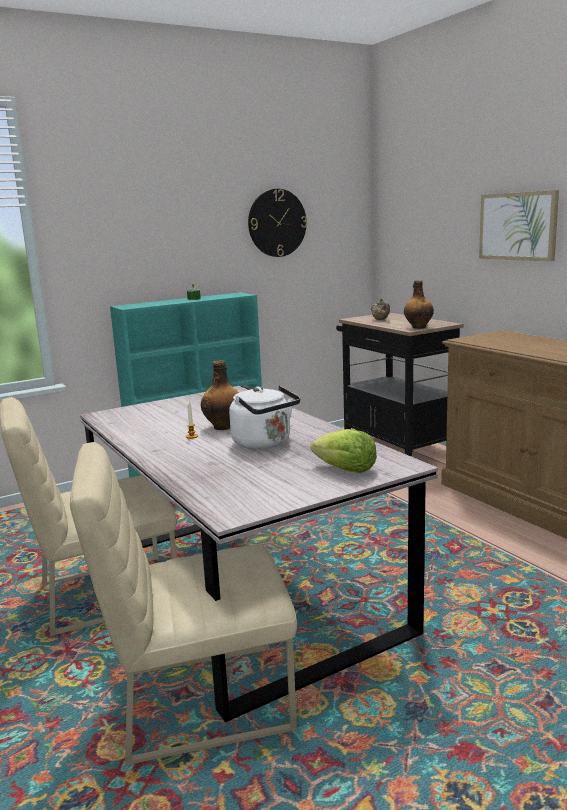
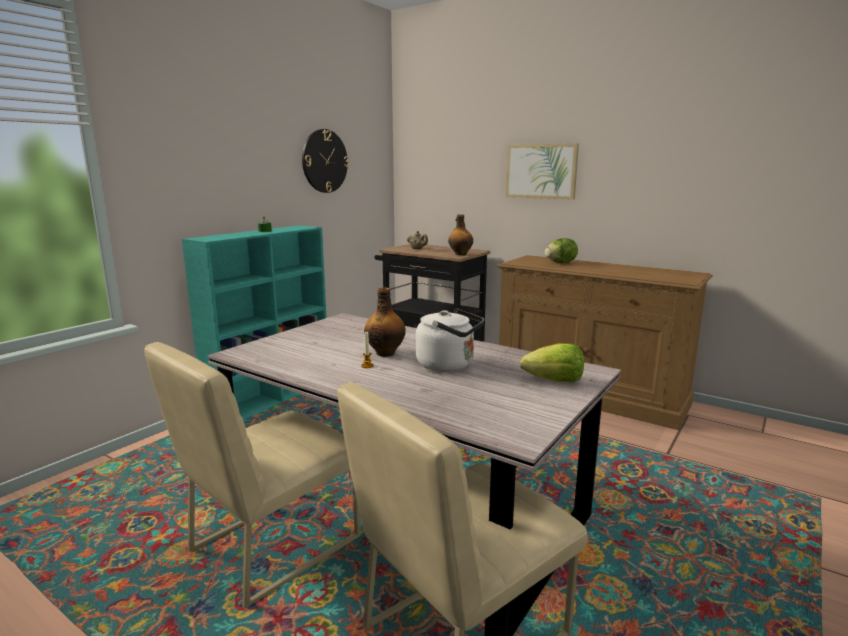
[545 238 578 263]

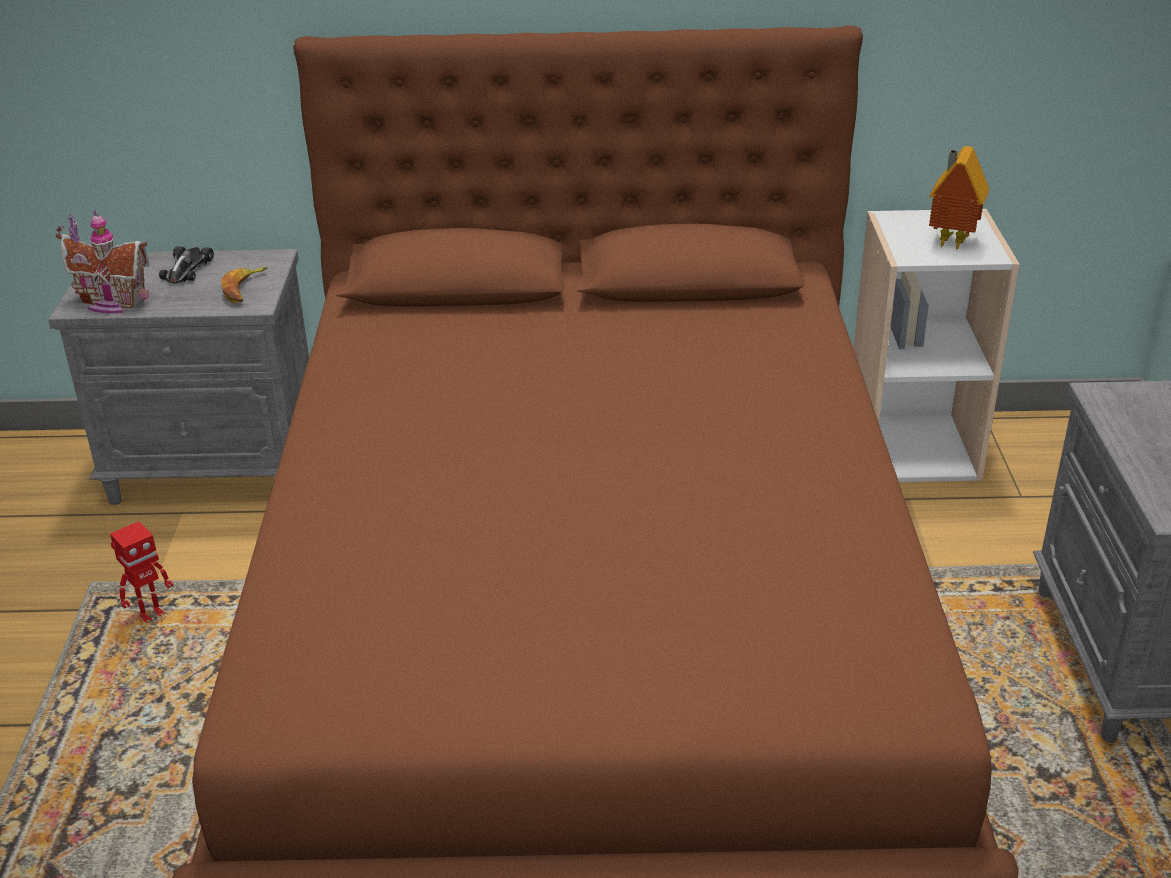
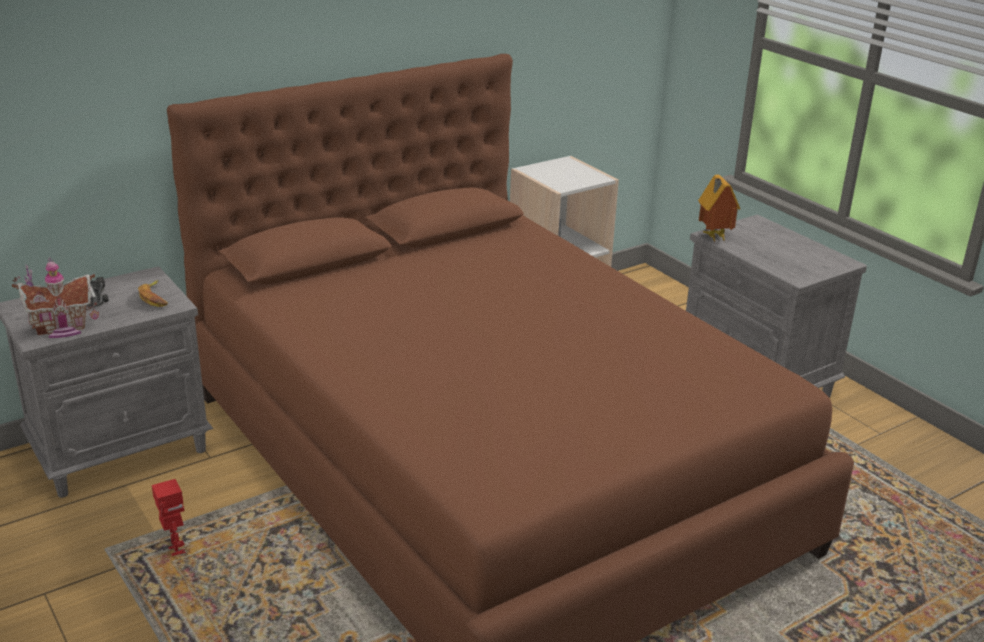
[152 479 186 556]
[698 174 740 241]

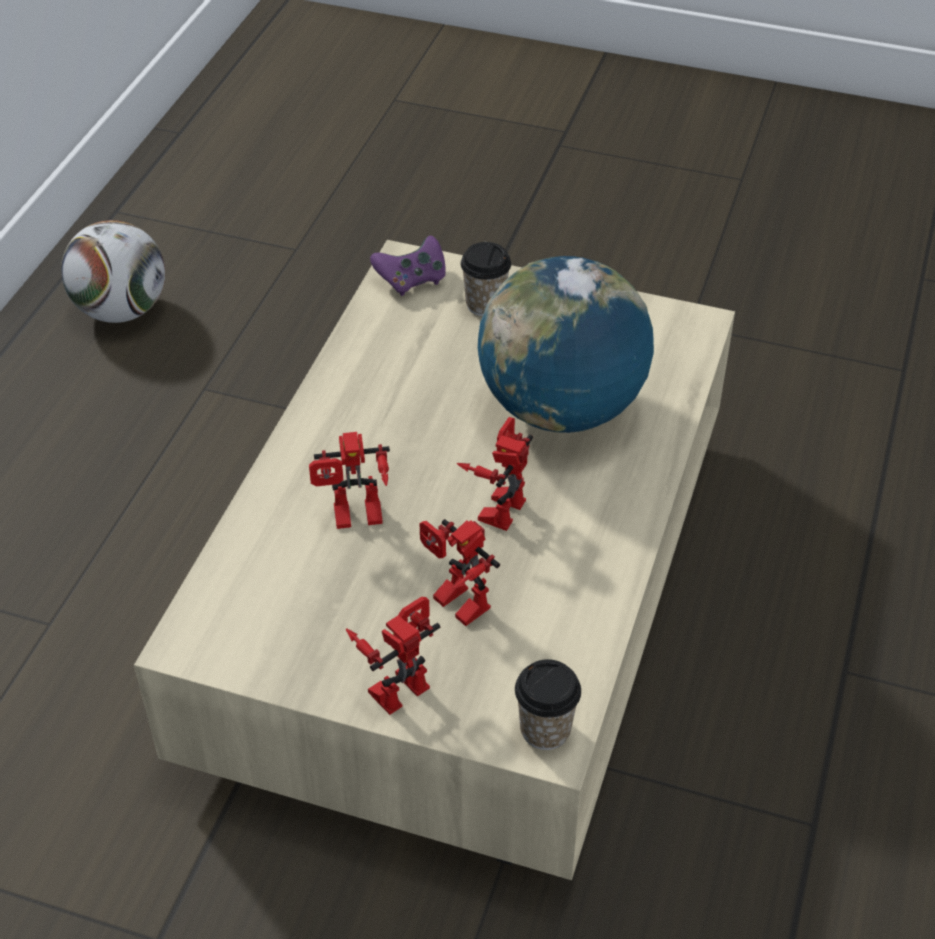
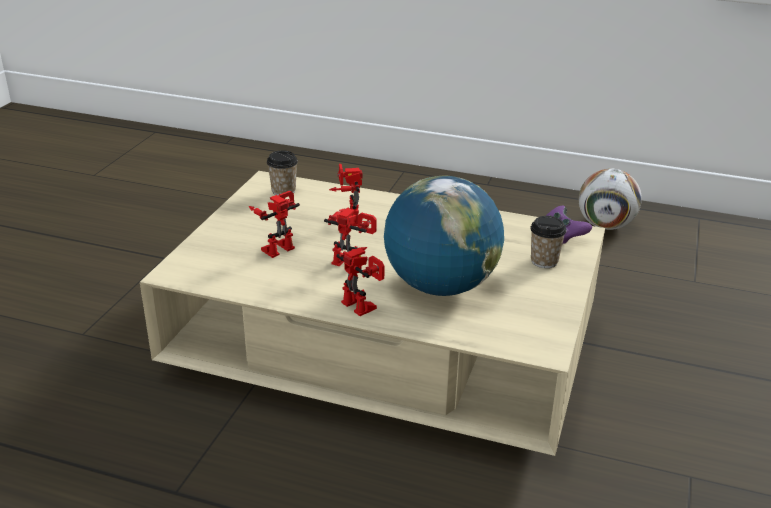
[267 150 298 195]
[336 247 385 316]

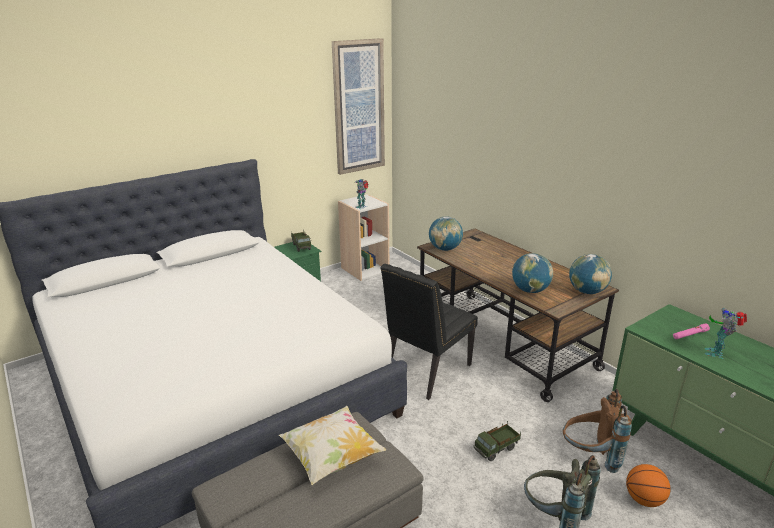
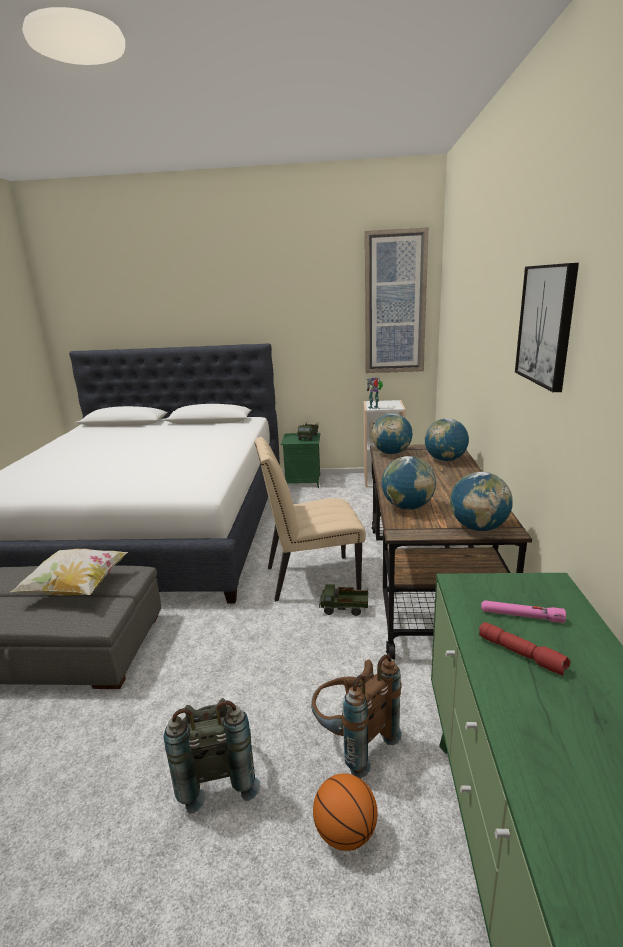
[255 437 366 602]
[319 584 368 616]
[424 418 469 462]
[479 622 570 676]
[515 263 579 392]

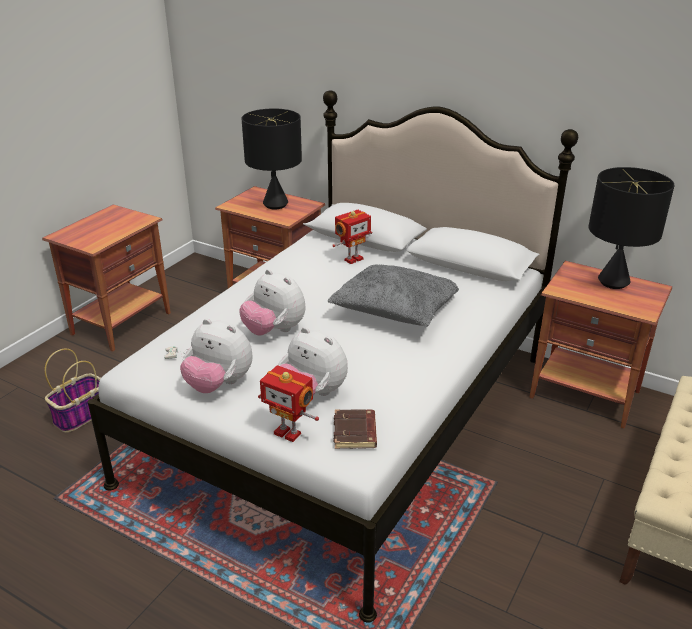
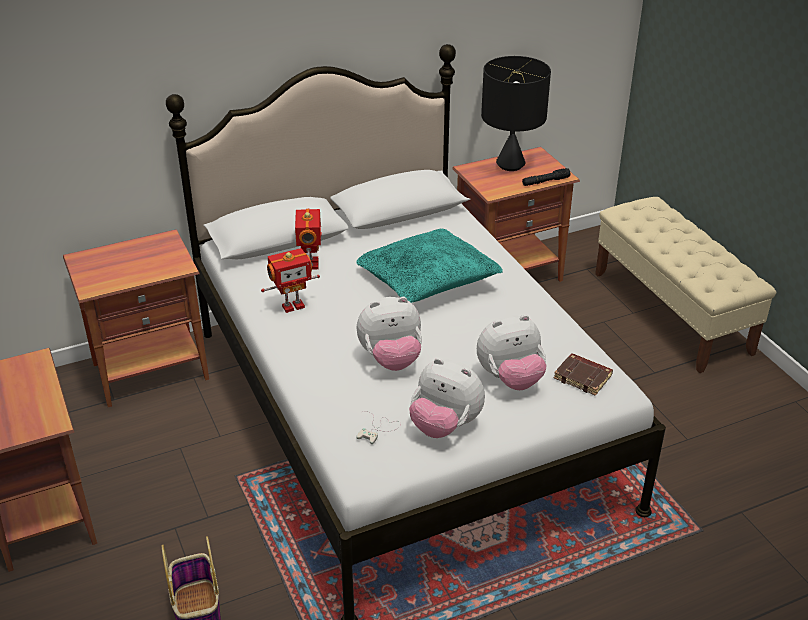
[261 248 320 313]
[356 228 503 303]
[409 358 485 438]
[522 168 570 186]
[242 108 302 210] (first image)

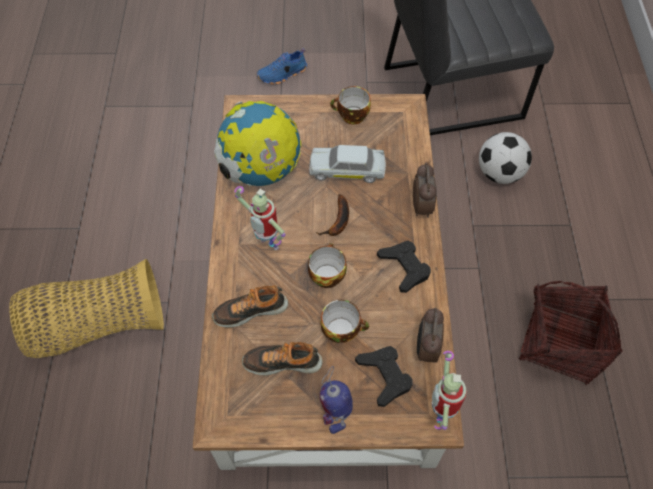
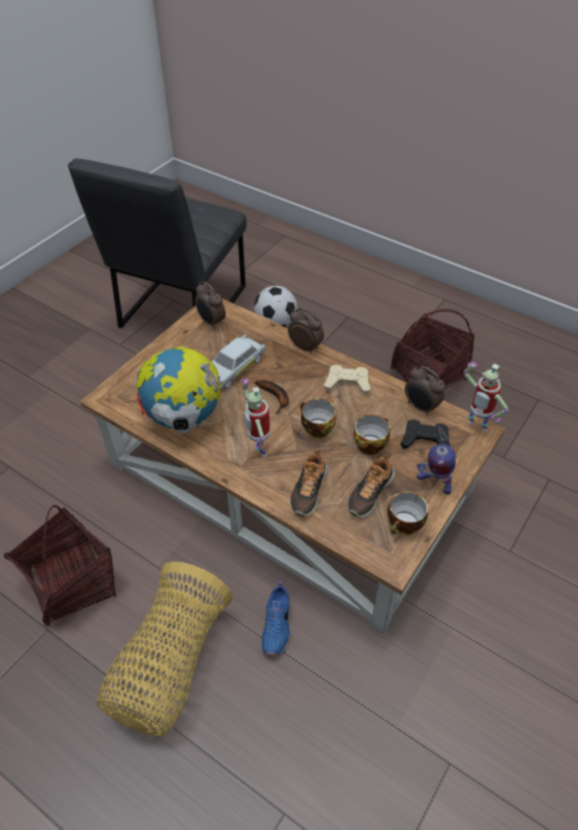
[4 505 116 626]
[195 282 226 329]
[240 379 270 458]
[261 580 290 656]
[324 365 371 395]
[387 491 428 535]

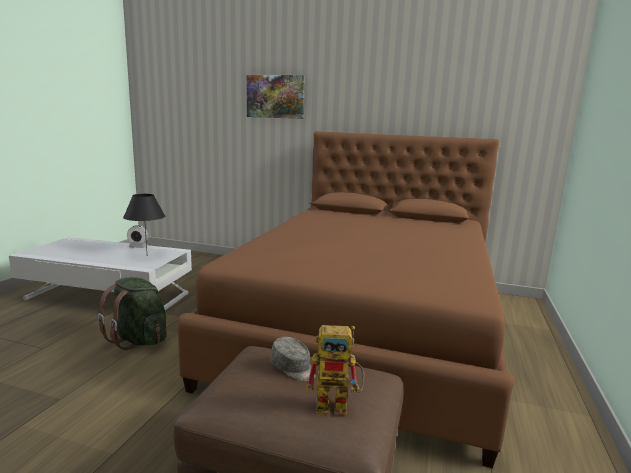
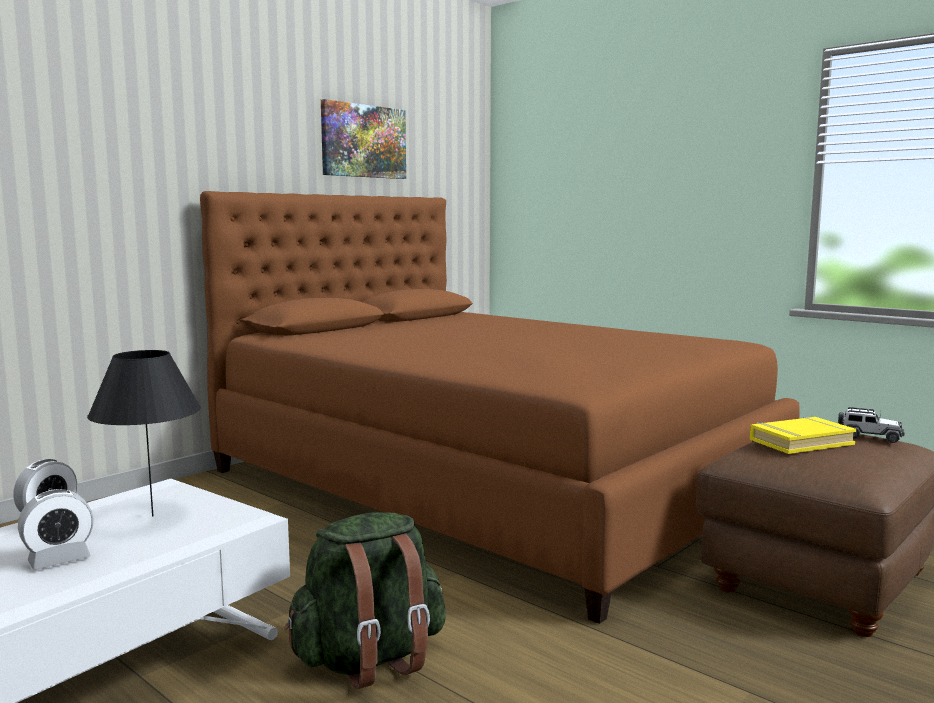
[18 489 94 570]
[321 99 406 179]
[750 417 856 454]
[838 407 905 443]

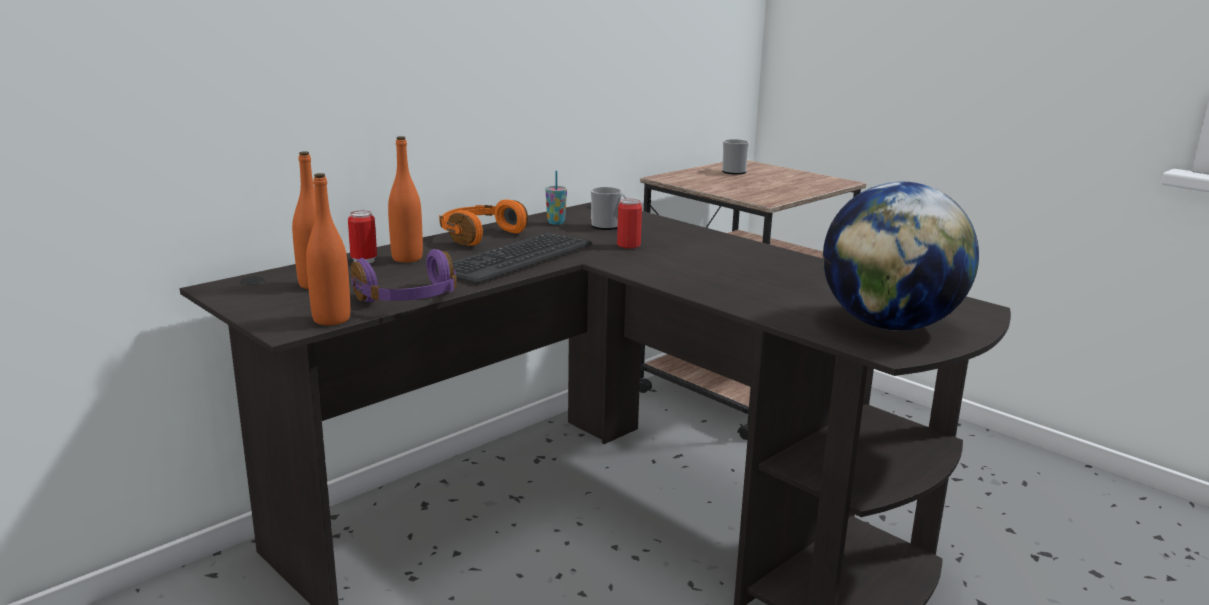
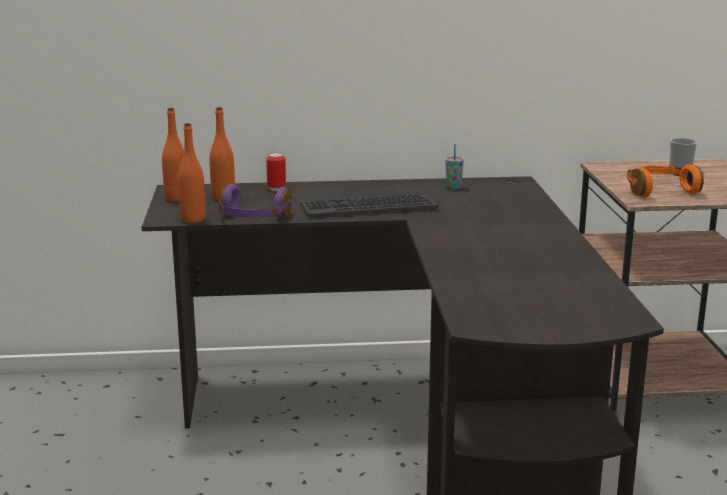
[162 108 184 202]
[627 164 704 197]
[591 187 628 230] (first image)
[617 198 642 249] (first image)
[823 182 979 331] (first image)

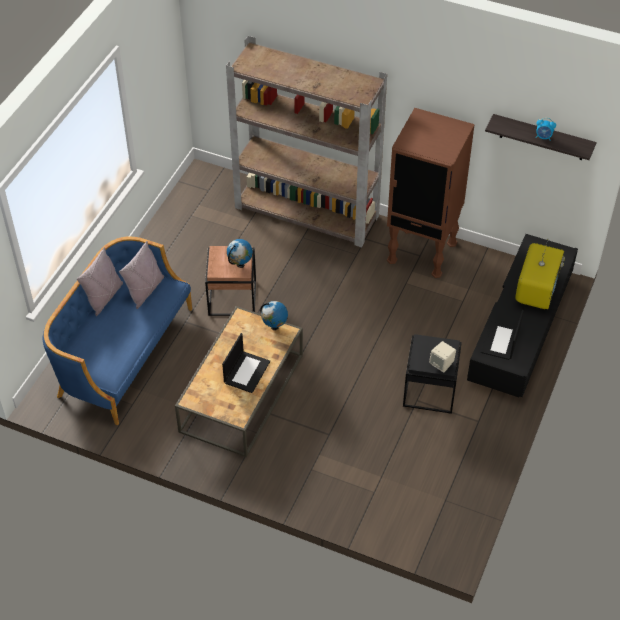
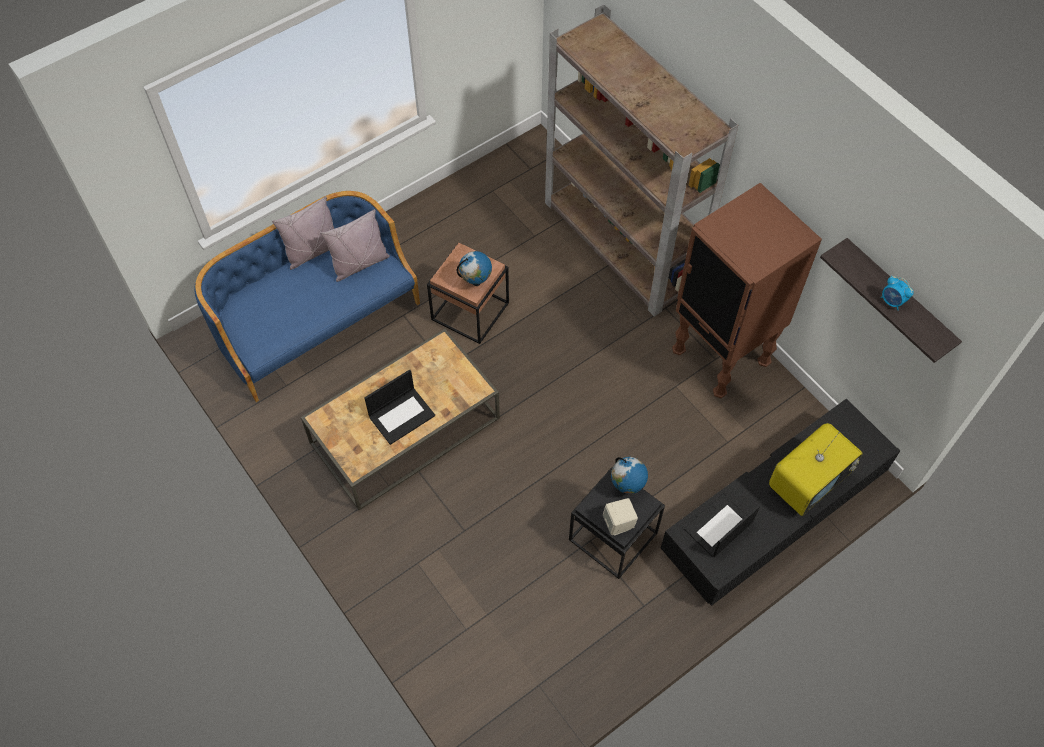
[611 457 648 494]

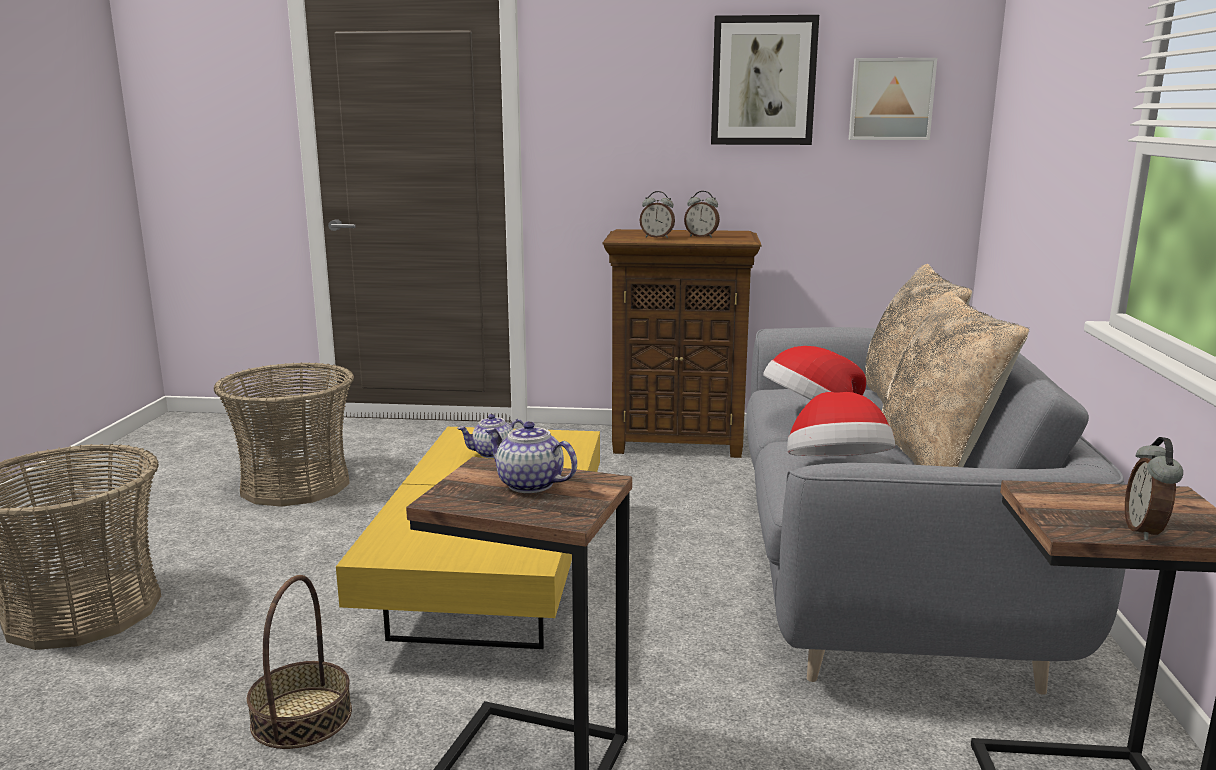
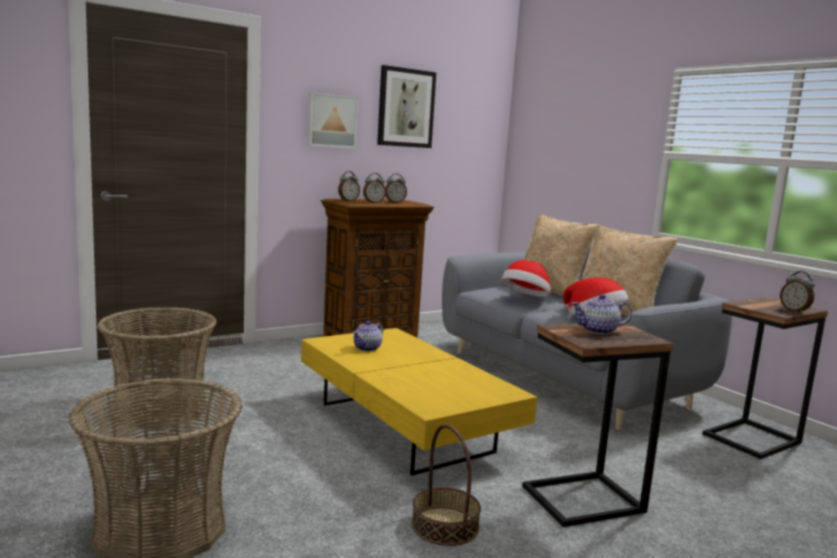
[307 92 358 148]
[338 171 360 201]

